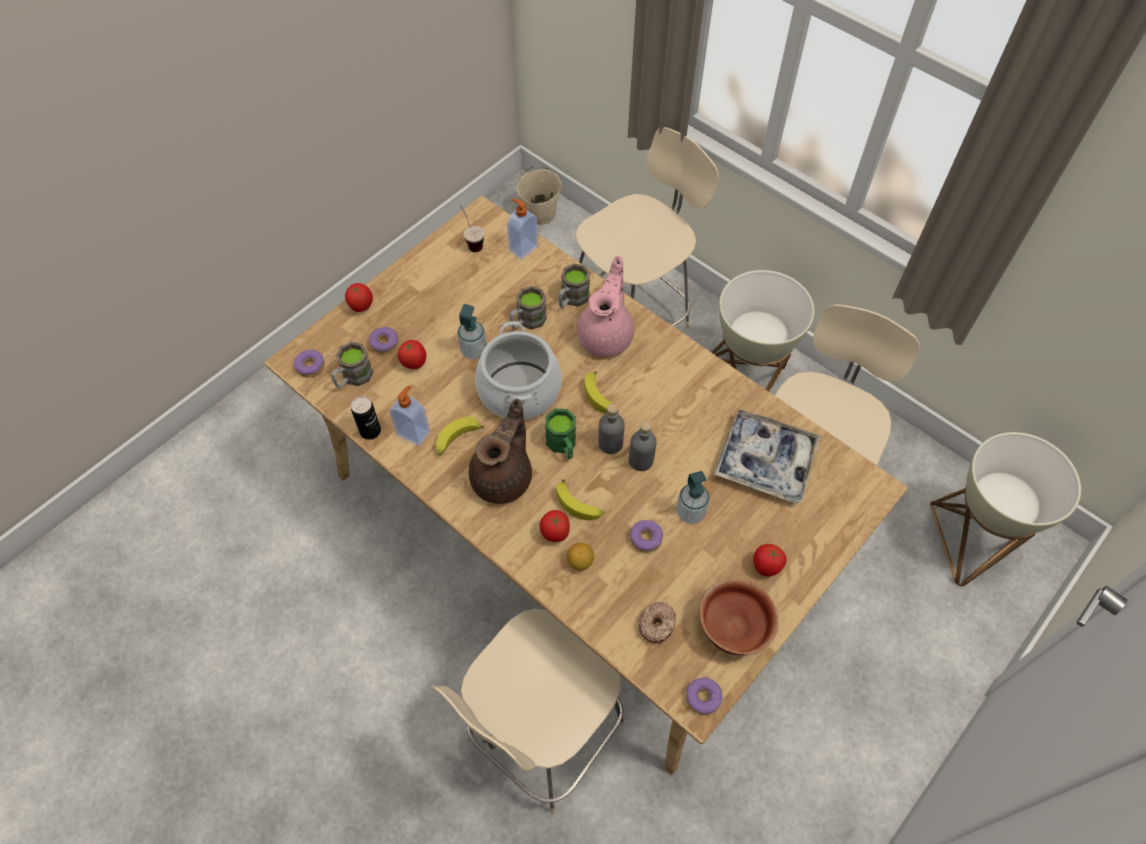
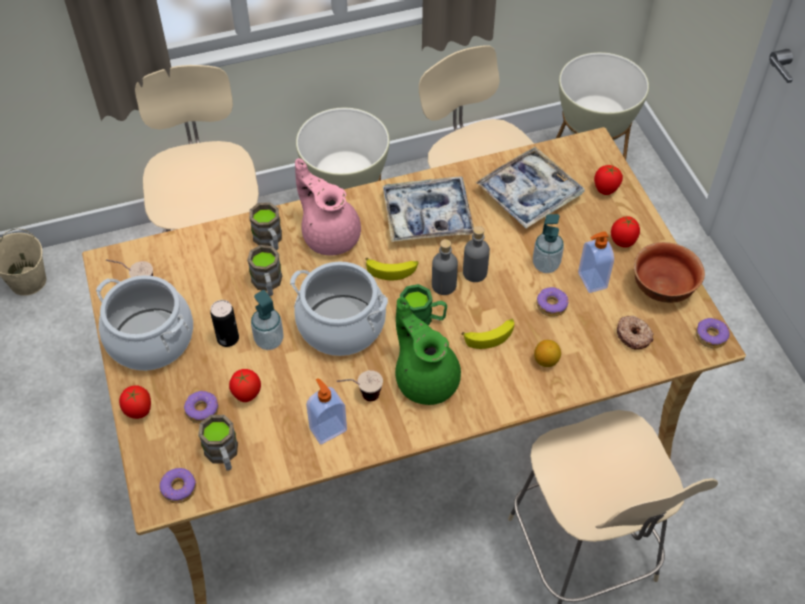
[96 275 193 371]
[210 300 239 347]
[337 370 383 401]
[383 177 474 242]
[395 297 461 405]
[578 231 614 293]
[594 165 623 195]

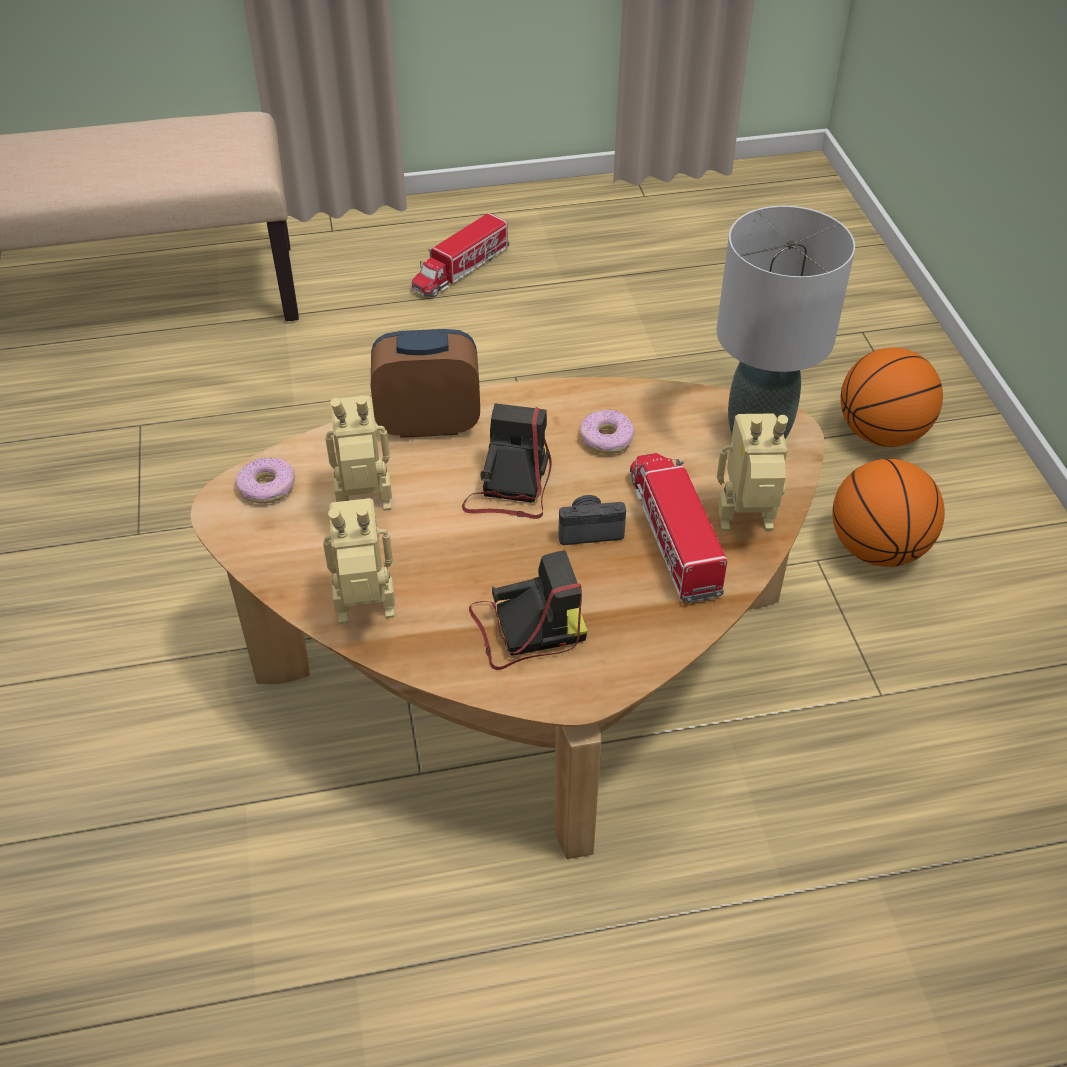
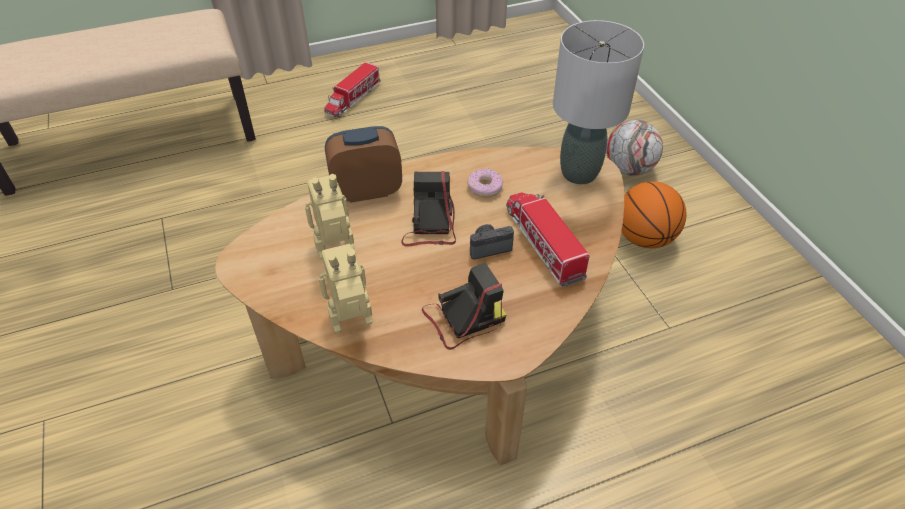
[606 120 663 176]
[235 457 295 504] (first image)
[717 413 788 531] (first image)

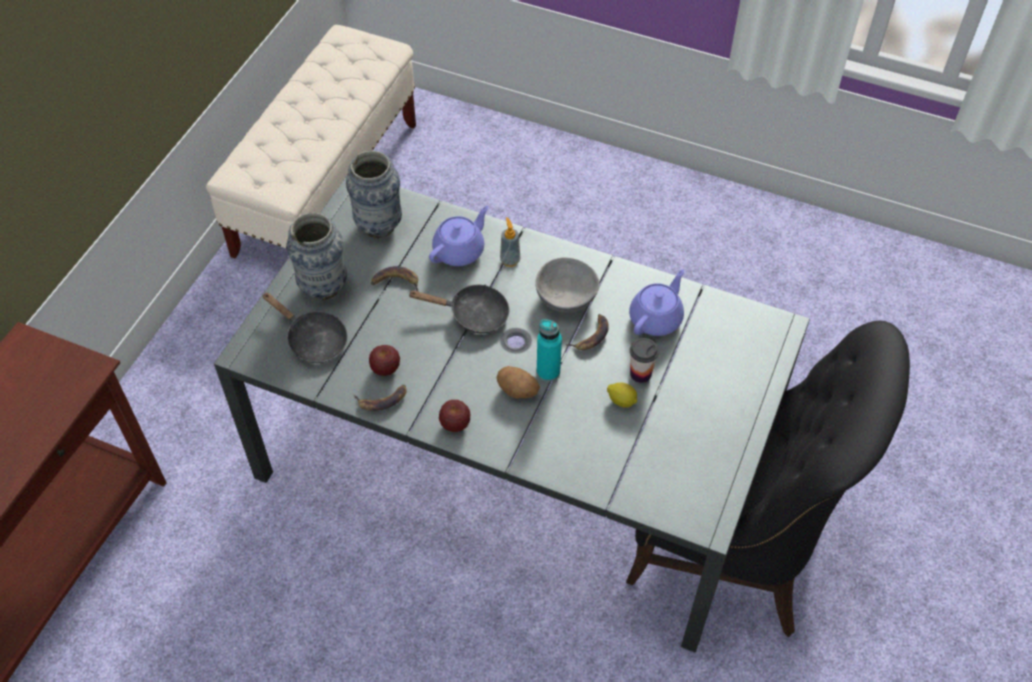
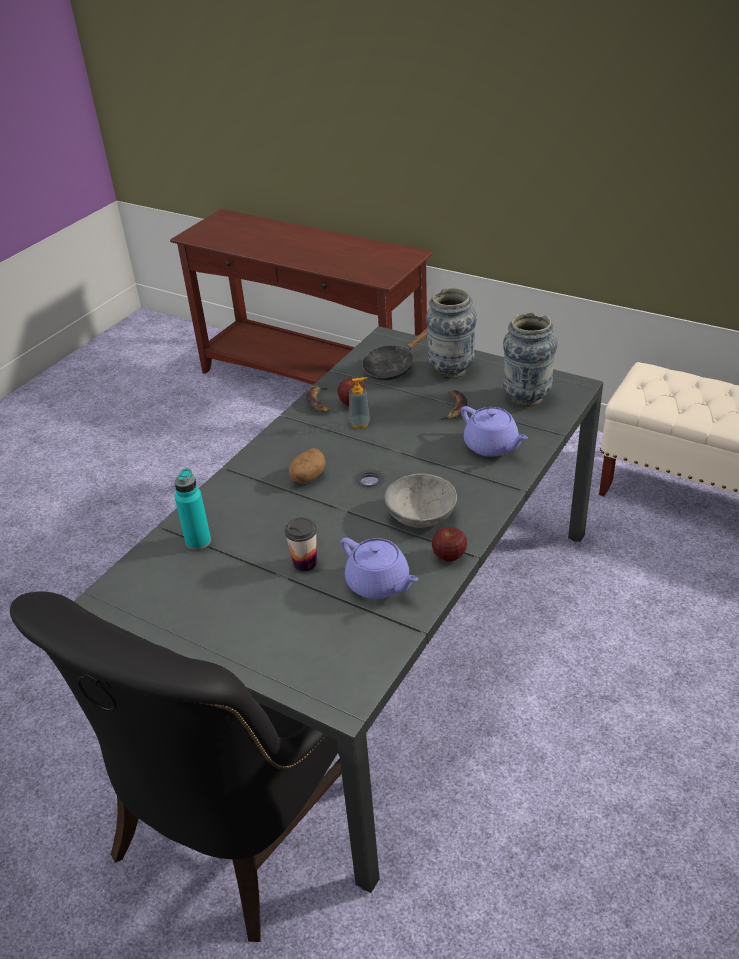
[175 468 211 550]
[349 377 370 429]
[432 527 467 562]
[408 284 509 334] (first image)
[565 314 609 350] (first image)
[607 383 637 408] (first image)

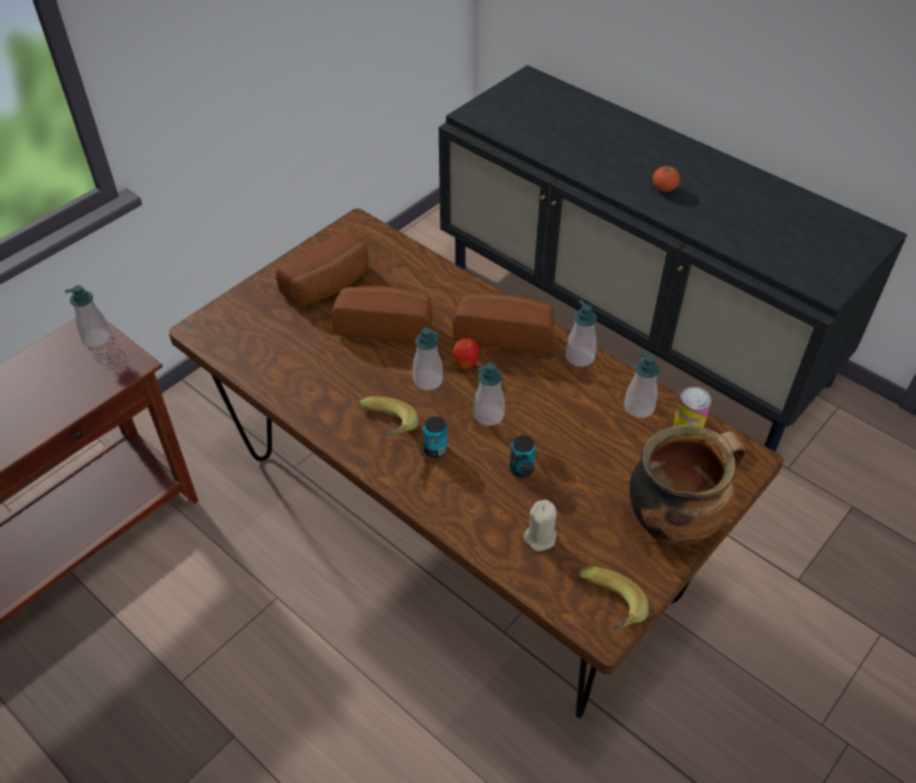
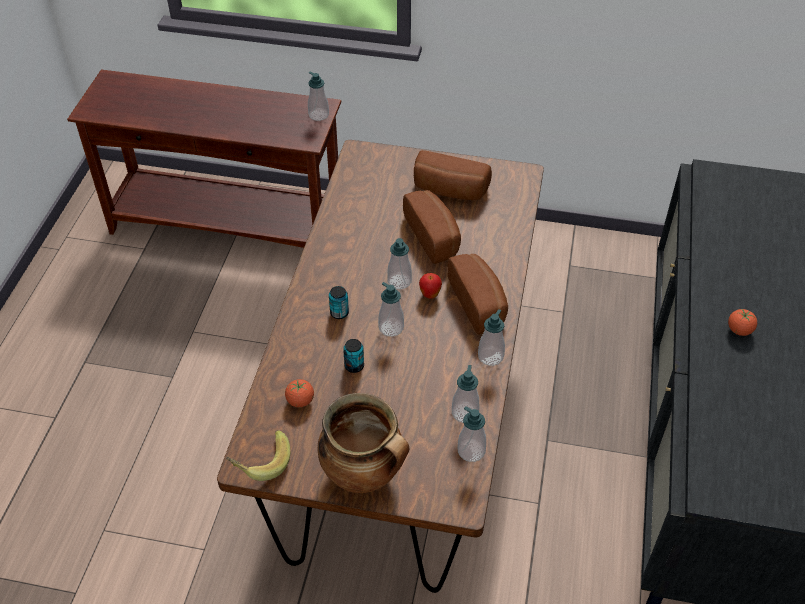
[285 379 314 408]
[458 407 486 462]
[358 396 419 436] (first image)

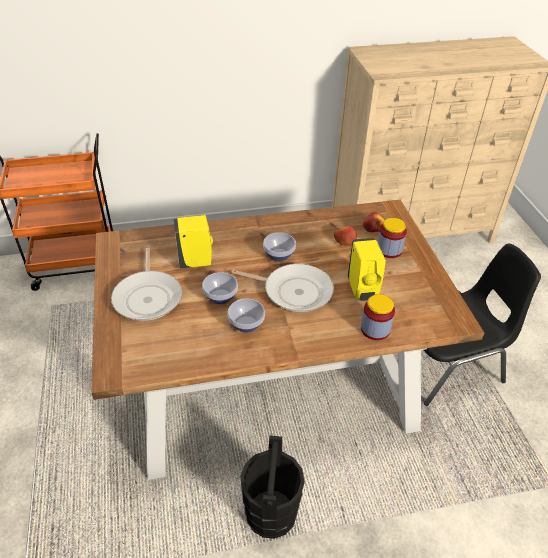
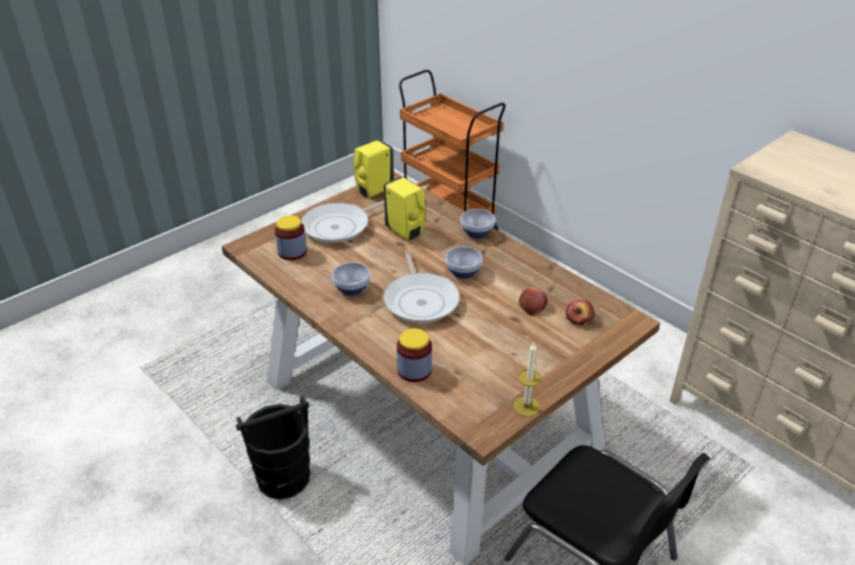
[275 215 307 260]
[354 140 394 198]
[460 209 495 239]
[513 343 542 417]

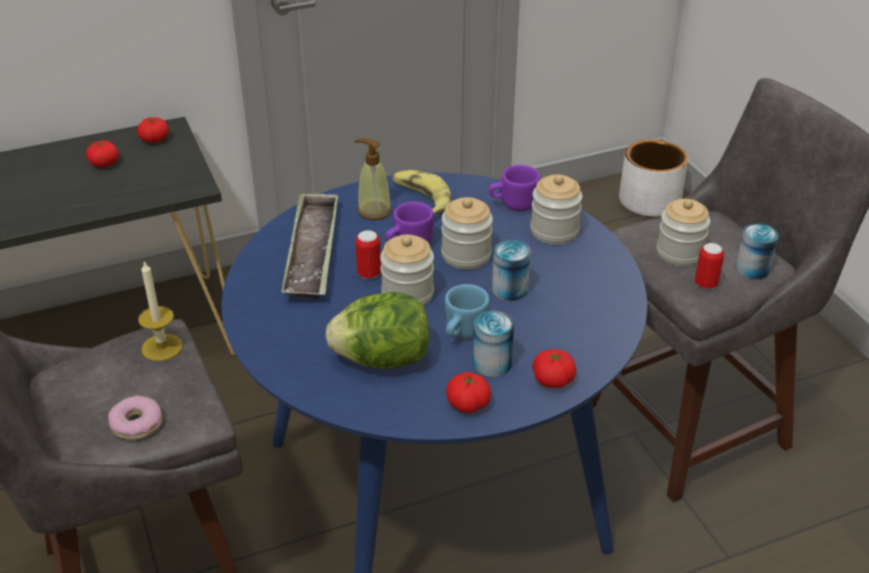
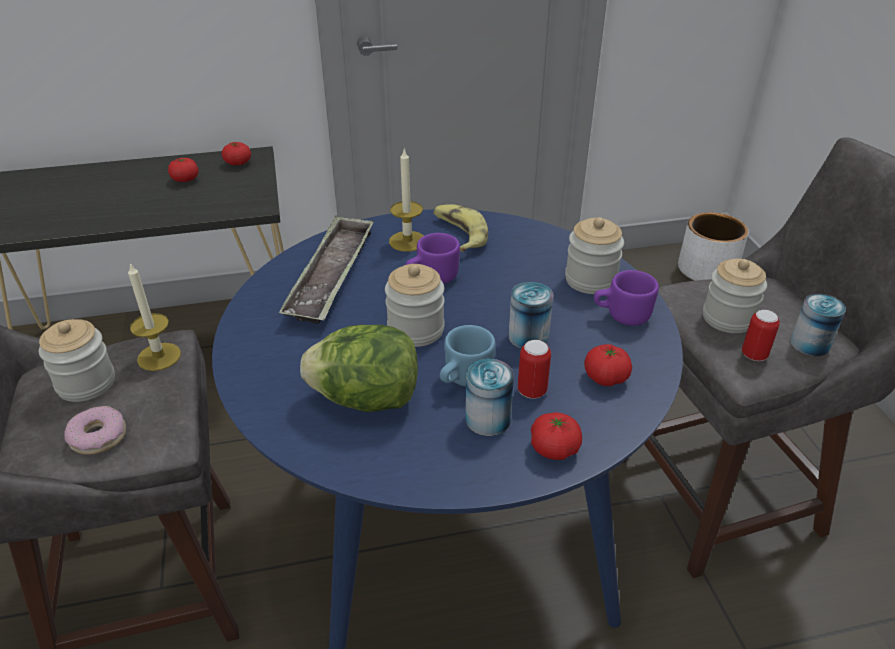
[39 319 115 402]
[389 148 424 252]
[518 340 551 399]
[584 344 632 386]
[594 270 659 326]

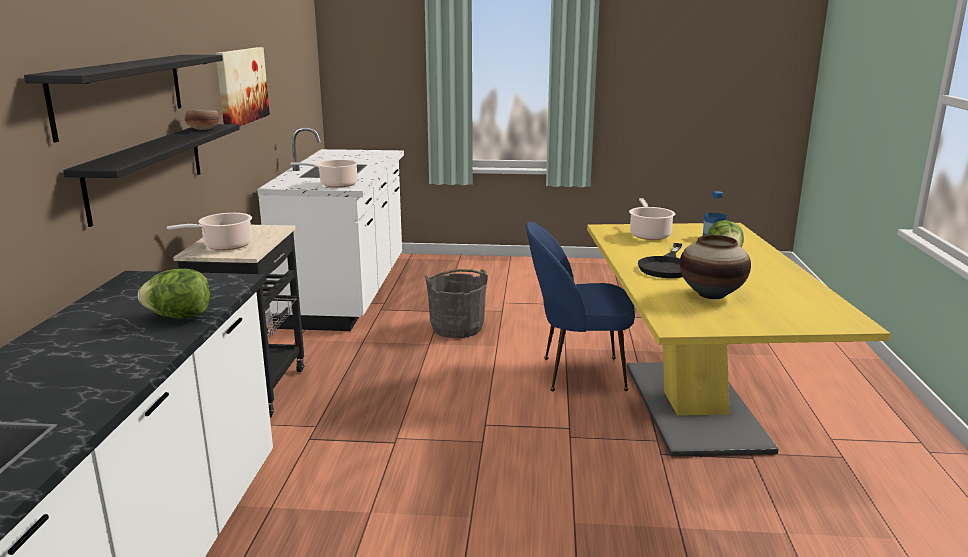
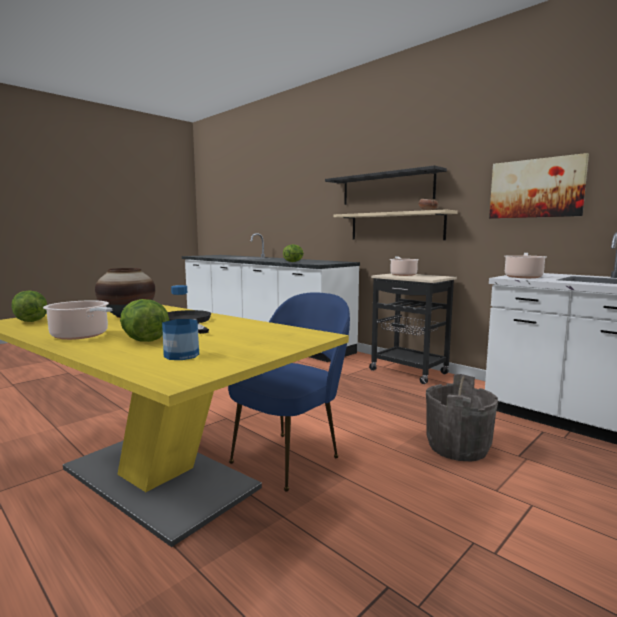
[11 290 47 322]
[43 300 112 340]
[333 209 457 240]

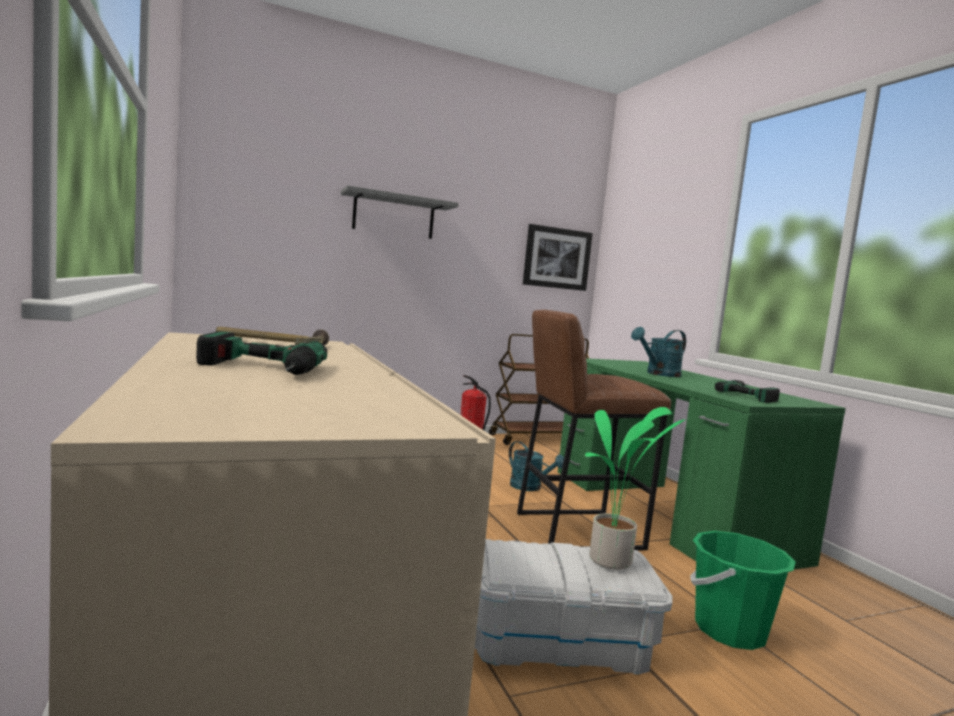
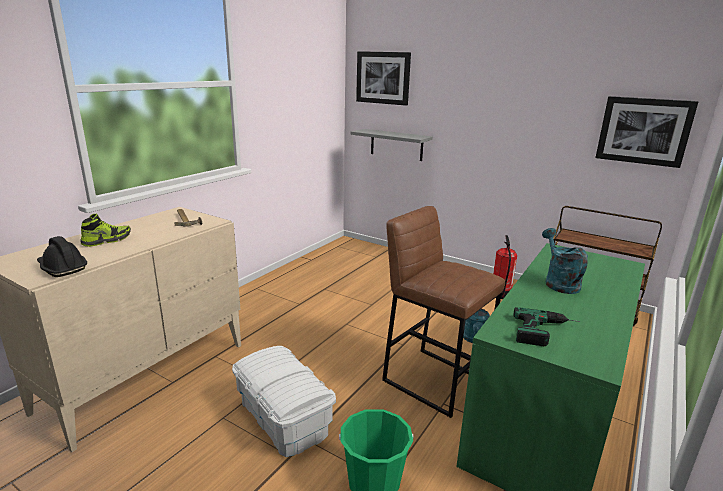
[37 236 87 277]
[80 214 131 247]
[351 129 433 161]
[356 51 411 106]
[542 228 588 294]
[585 407 686 570] (first image)

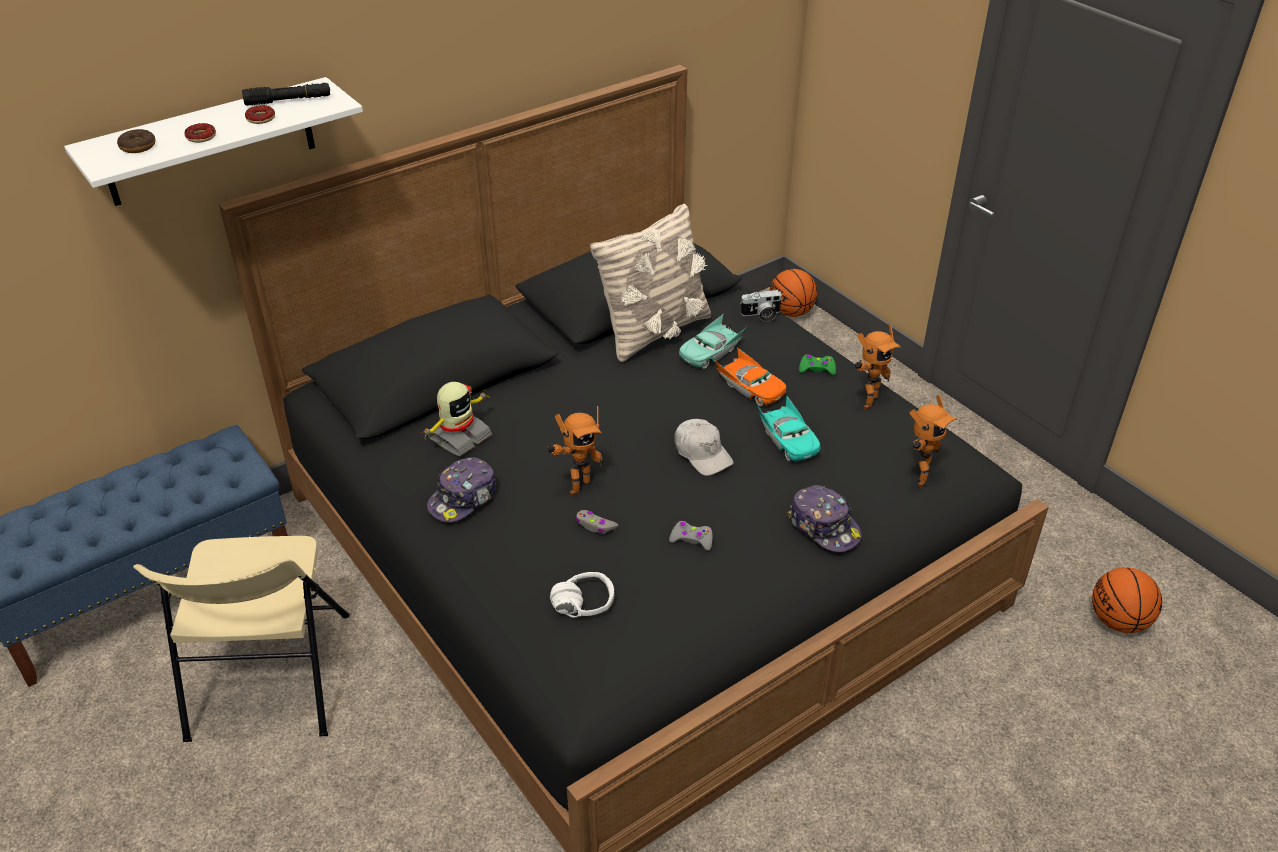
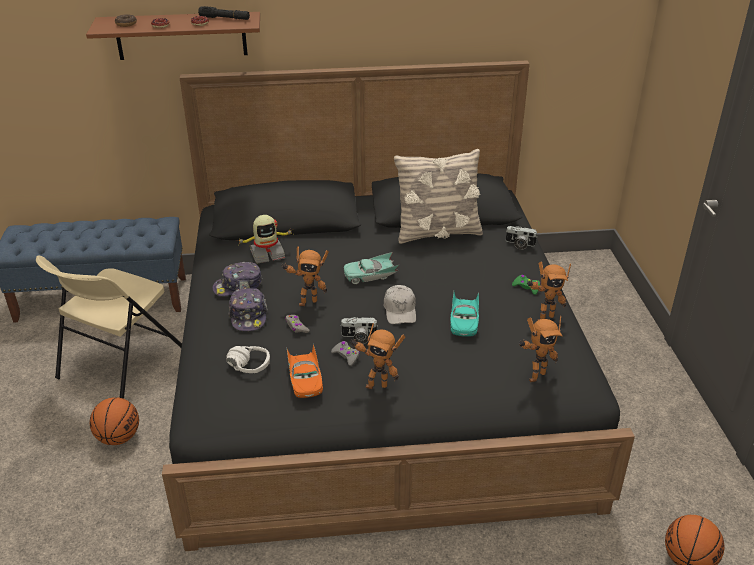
[86 12 260 60]
[90 397 139 445]
[228 288 268 331]
[287 343 323 398]
[340 317 378 344]
[343 252 400 285]
[349 323 405 389]

